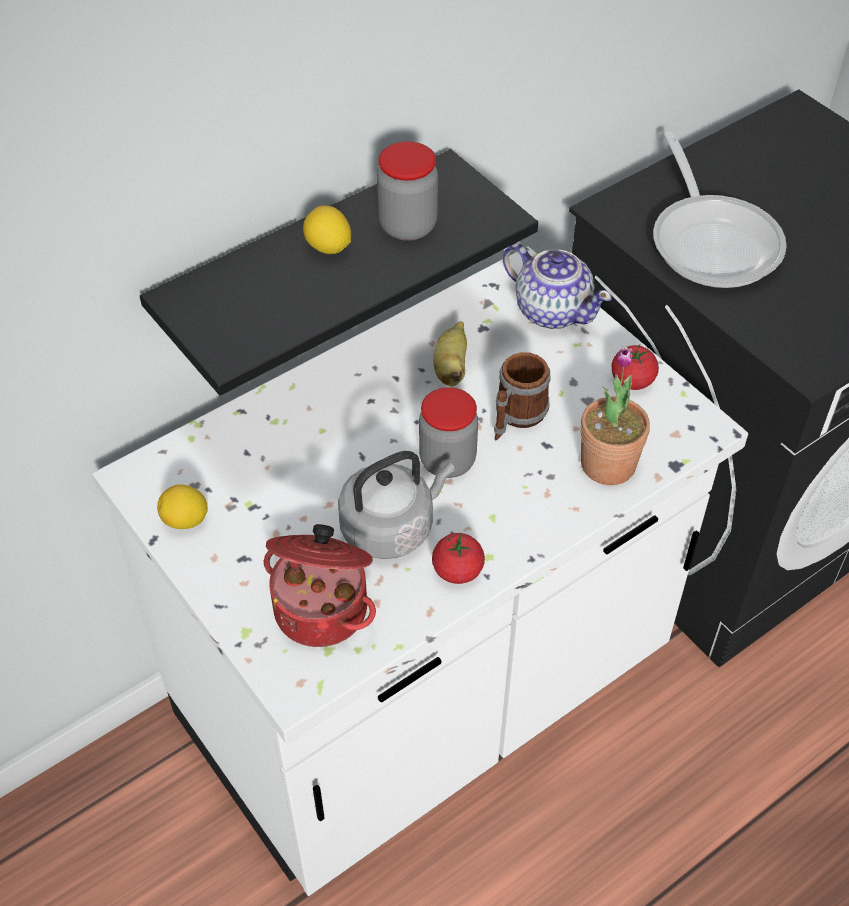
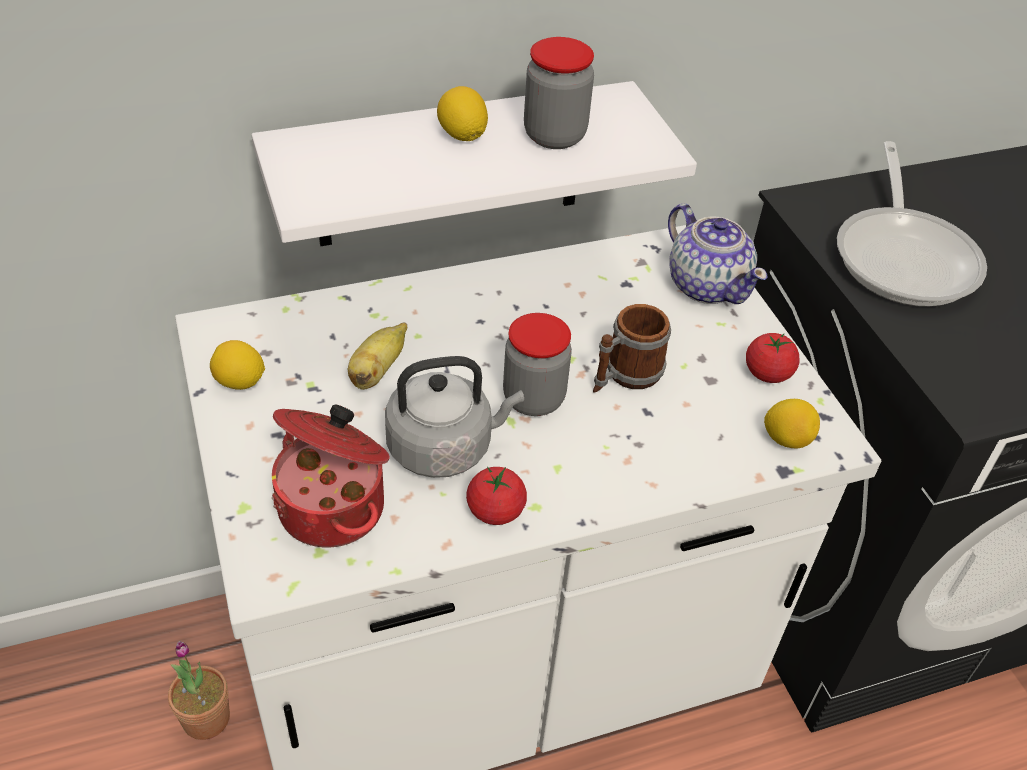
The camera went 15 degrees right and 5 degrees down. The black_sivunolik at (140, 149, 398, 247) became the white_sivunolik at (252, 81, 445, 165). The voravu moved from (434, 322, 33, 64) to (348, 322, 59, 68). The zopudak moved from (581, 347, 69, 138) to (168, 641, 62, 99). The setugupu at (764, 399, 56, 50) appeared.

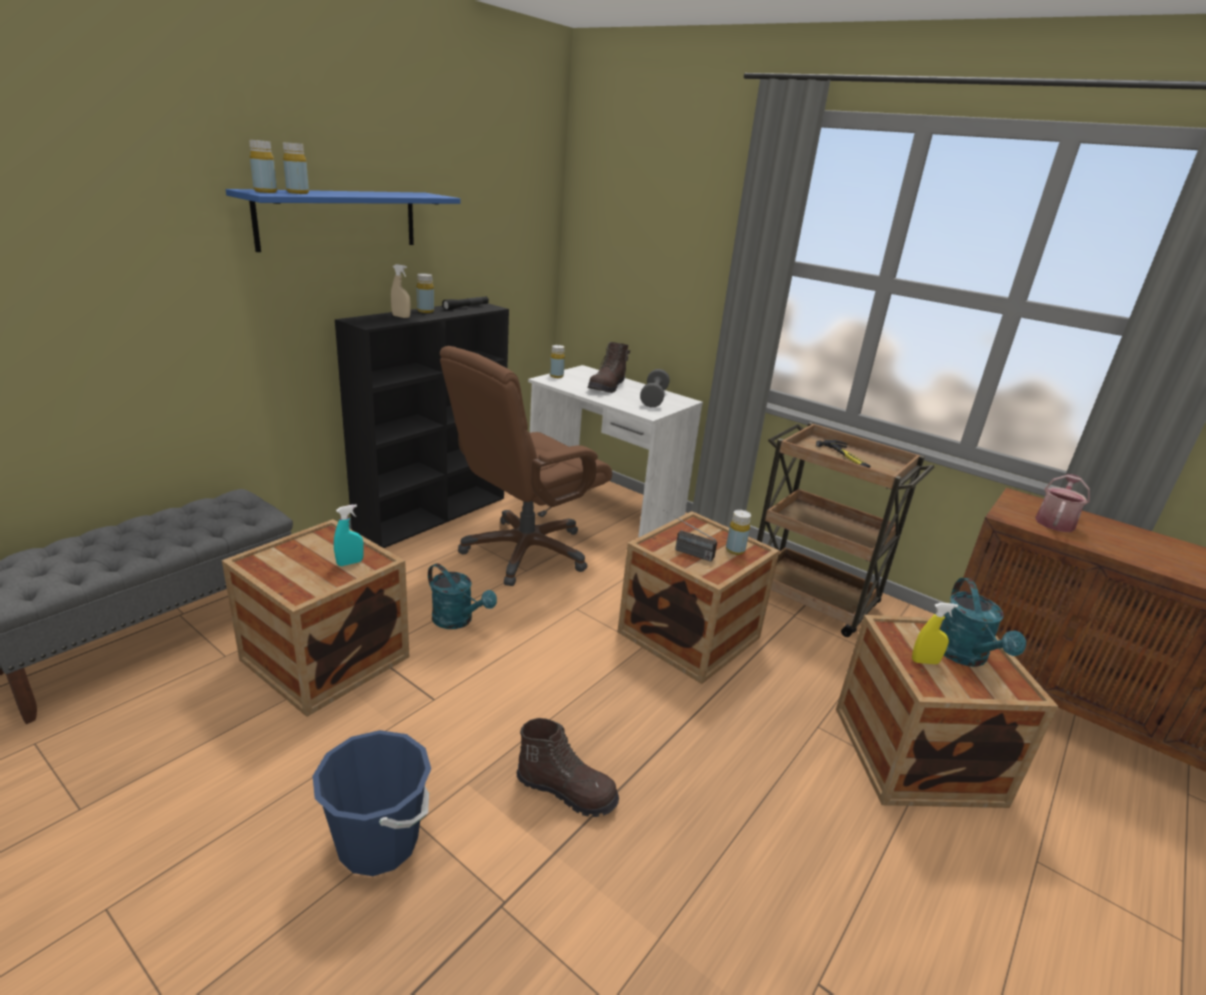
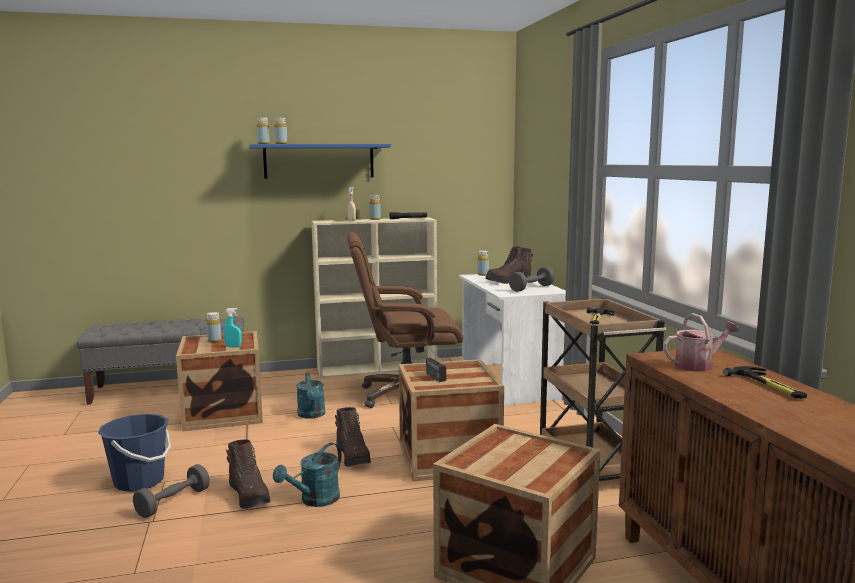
The camera went 40 degrees right and 15 degrees down. The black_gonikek at (335, 303, 174, 245) became the beige_gonikek at (311, 217, 126, 161). The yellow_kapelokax moved from (726, 510, 25, 45) to (206, 312, 15, 30). The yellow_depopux at (912, 603, 46, 61) disappeared. The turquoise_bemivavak moved from (940, 578, 86, 89) to (273, 443, 69, 64). The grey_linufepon at (133, 464, 77, 54) appeared. The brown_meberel at (335, 407, 36, 60) appeared. The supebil at (723, 366, 84, 33) appeared.

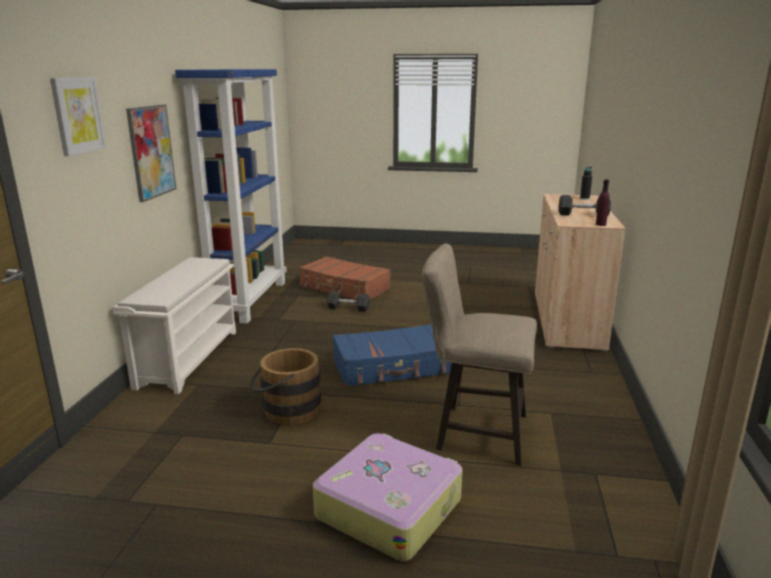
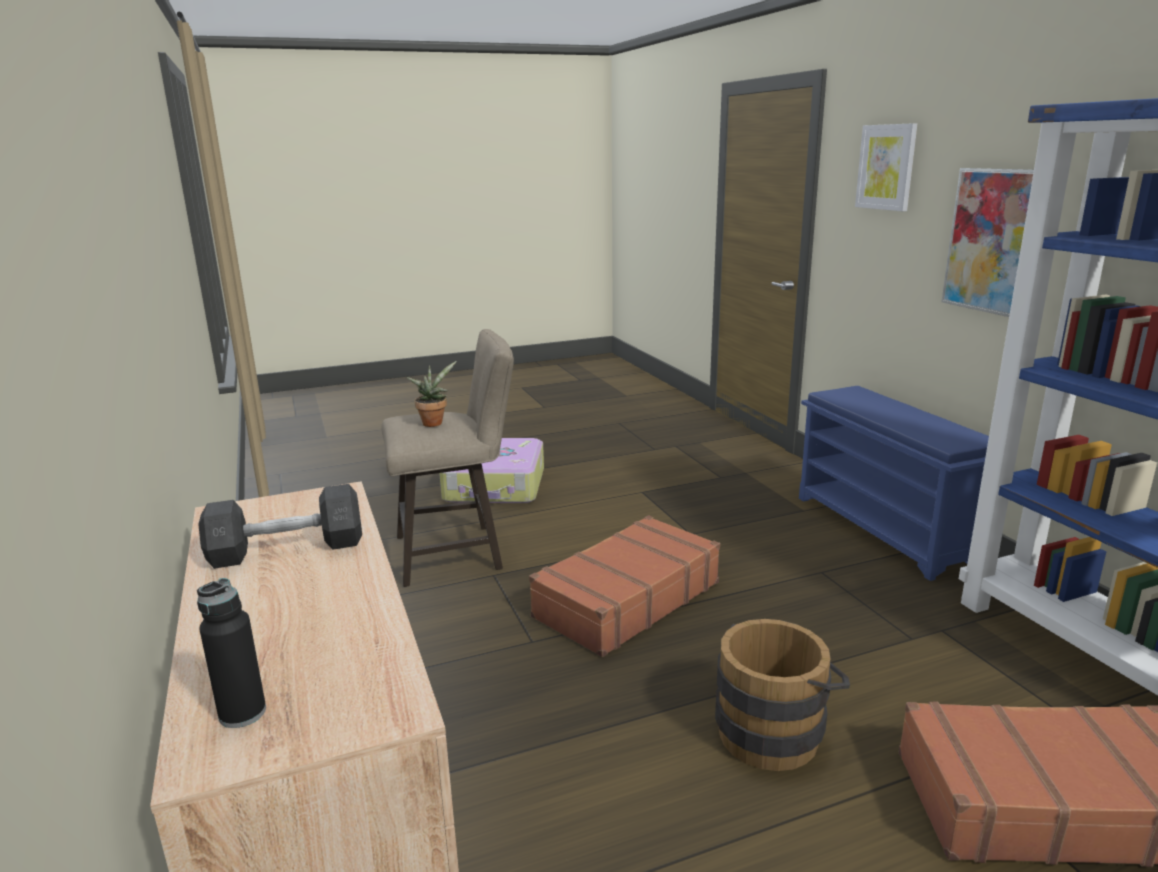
The camera went 150 degrees right and 0 degrees up. The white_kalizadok at (113, 257, 123, 137) became the blue_kalizadok at (799, 386, 190, 195). The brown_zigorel moved from (250, 348, 71, 77) to (715, 619, 135, 152). The grey_linufepon at (327, 291, 43, 21) disappeared. The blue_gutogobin at (333, 324, 119, 63) became the brown_gutogobin at (529, 516, 191, 141). The purple_kapelokax at (596, 179, 14, 47) disappeared. The zopudak at (407, 361, 50, 66) appeared.

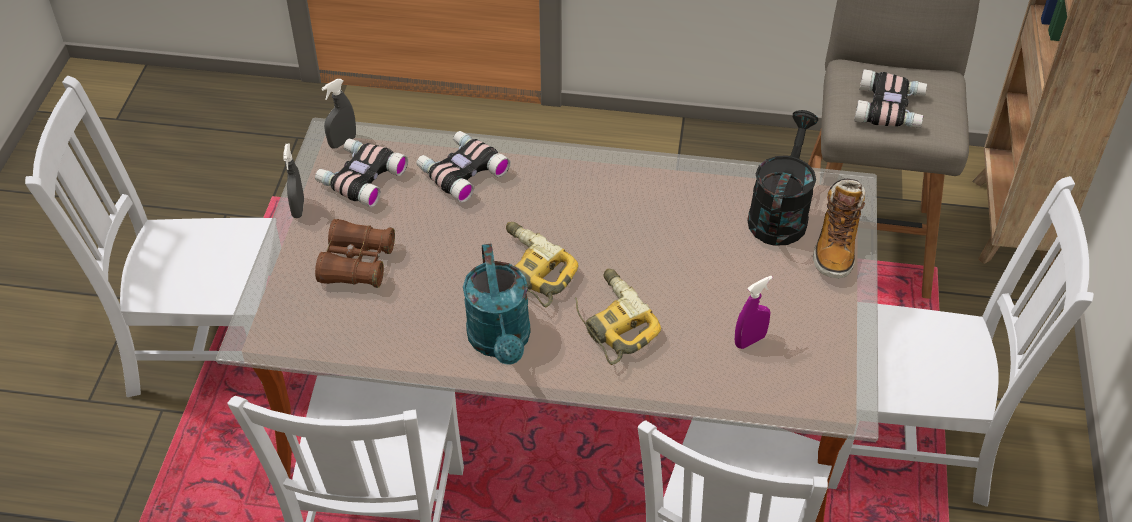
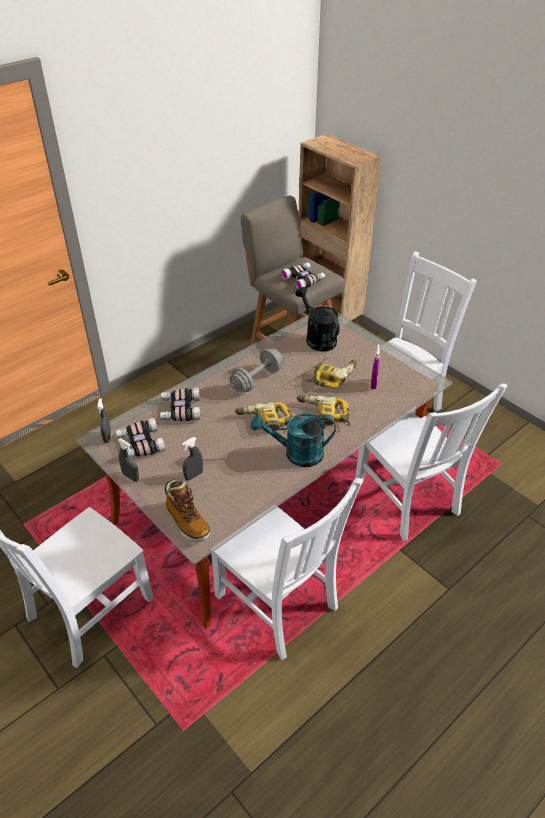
The camera went 50 degrees left and 5 degrees down. The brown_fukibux at (315, 219, 80, 69) was replaced by the grey_depopux at (182, 437, 21, 43). The turquoise_bemivavak at (463, 244, 68, 121) turned 150 degrees clockwise. The meberel moved from (813, 179, 52, 100) to (165, 479, 46, 63). The grey_linufepon at (230, 348, 53, 45) appeared. The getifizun at (303, 357, 54, 31) appeared.

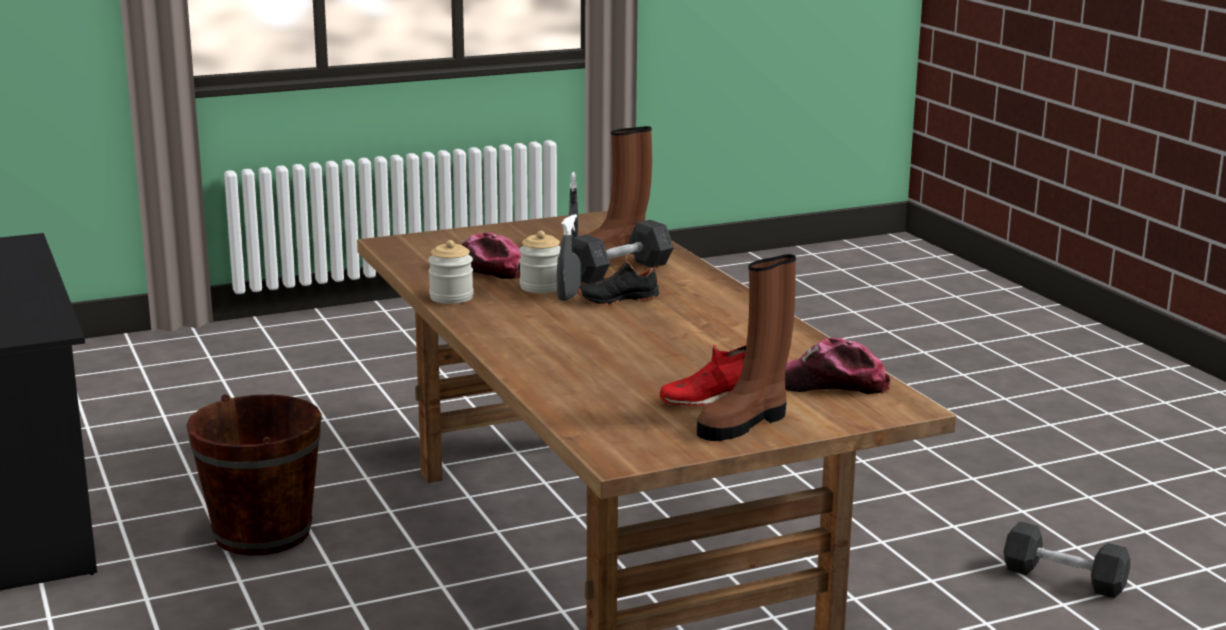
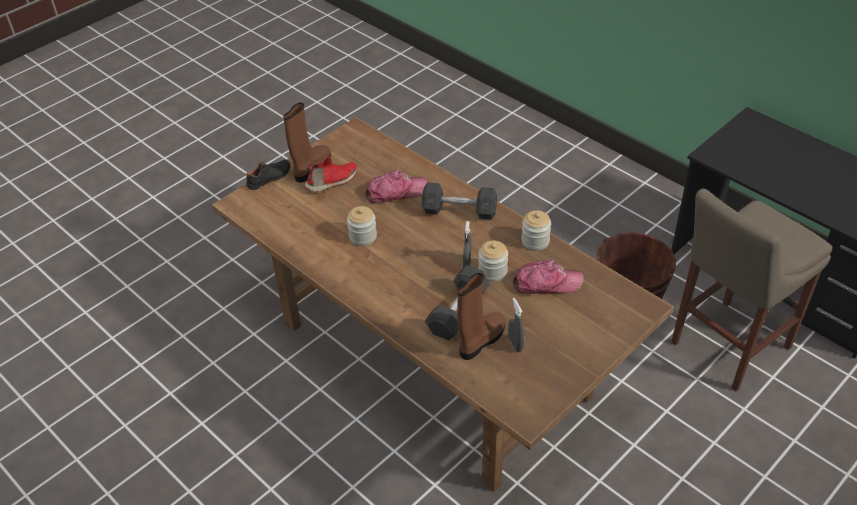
The camera went 160 degrees right and 25 degrees up. The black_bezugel moved from (577, 254, 83, 51) to (244, 160, 47, 30). The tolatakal moved from (785, 338, 106, 56) to (365, 170, 62, 33). The grey_linufepon moved from (1003, 521, 127, 77) to (422, 182, 75, 37). The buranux at (347, 206, 30, 40) appeared. The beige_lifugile at (671, 189, 161, 202) appeared.

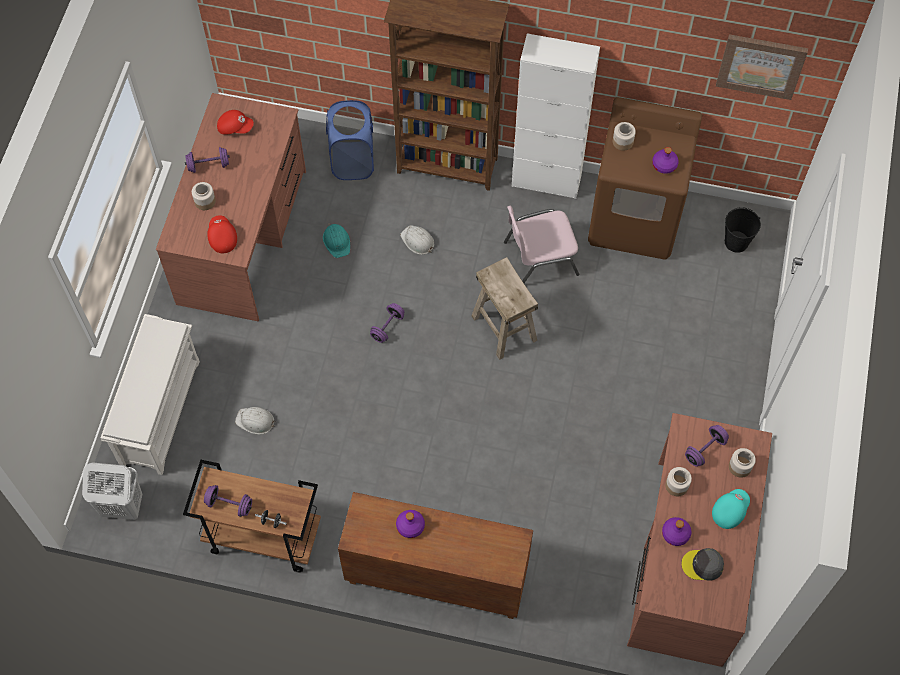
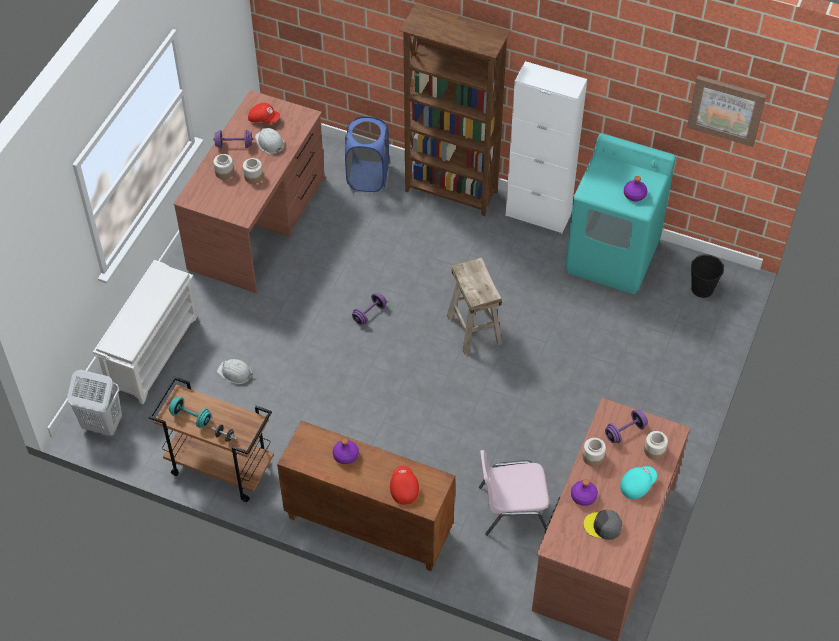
The camera went 10 degrees right and 10 degrees down. The purple_linufepon at (204, 485, 48, 32) became the turquoise_linufepon at (169, 397, 43, 31). The red_tolatakal moved from (207, 215, 30, 38) to (390, 466, 29, 39). The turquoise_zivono at (323, 224, 27, 34) disappeared. The white_zivono moved from (400, 225, 34, 30) to (255, 128, 30, 26). The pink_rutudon moved from (504, 206, 75, 77) to (479, 450, 70, 86). The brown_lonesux at (588, 97, 114, 163) became the turquoise_lonesux at (565, 133, 111, 161). The buranux moved from (613, 122, 23, 29) to (243, 158, 20, 26).

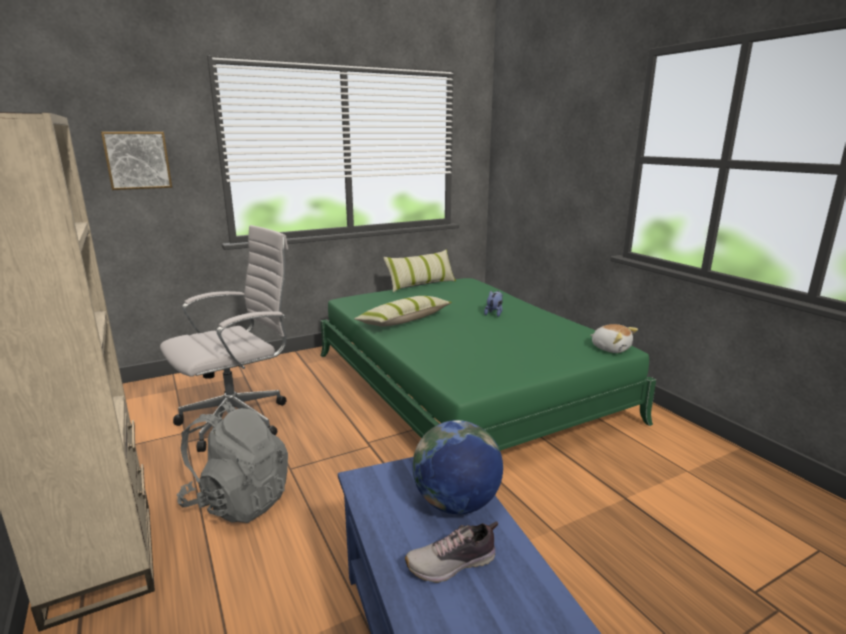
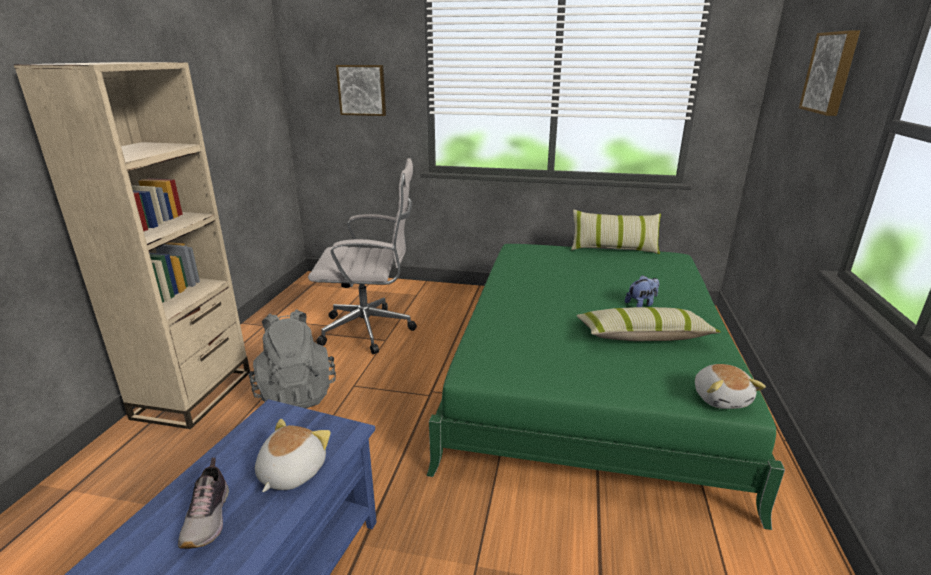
The camera went 40 degrees right and 5 degrees up. The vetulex moved from (354, 296, 98, 31) to (576, 307, 145, 34). The bezugel at (405, 521, 93, 62) turned 120 degrees counterclockwise. The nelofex at (413, 420, 90, 94) was replaced by the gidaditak at (255, 419, 76, 73). The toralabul at (799, 30, 61, 86) appeared.

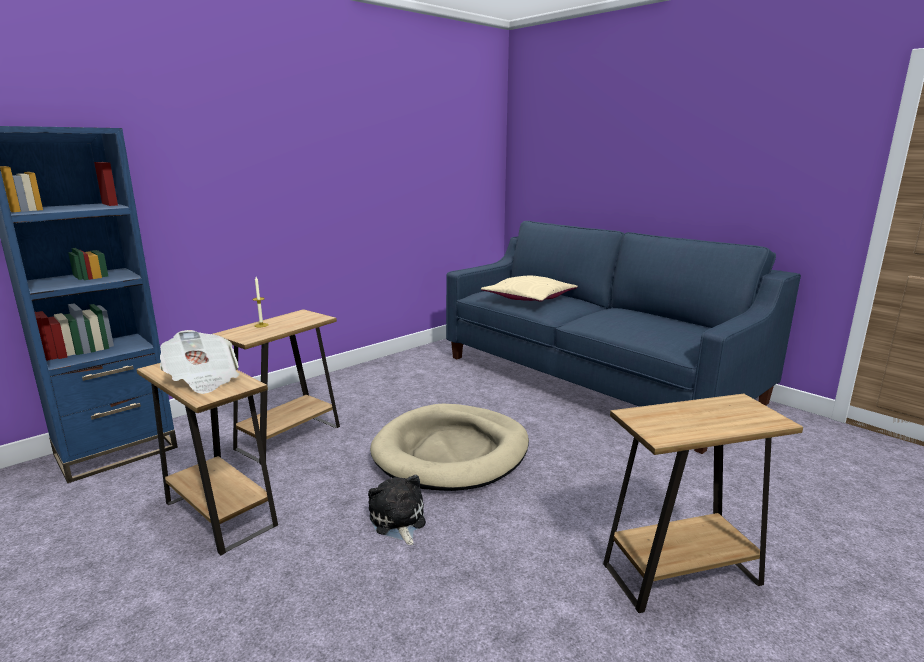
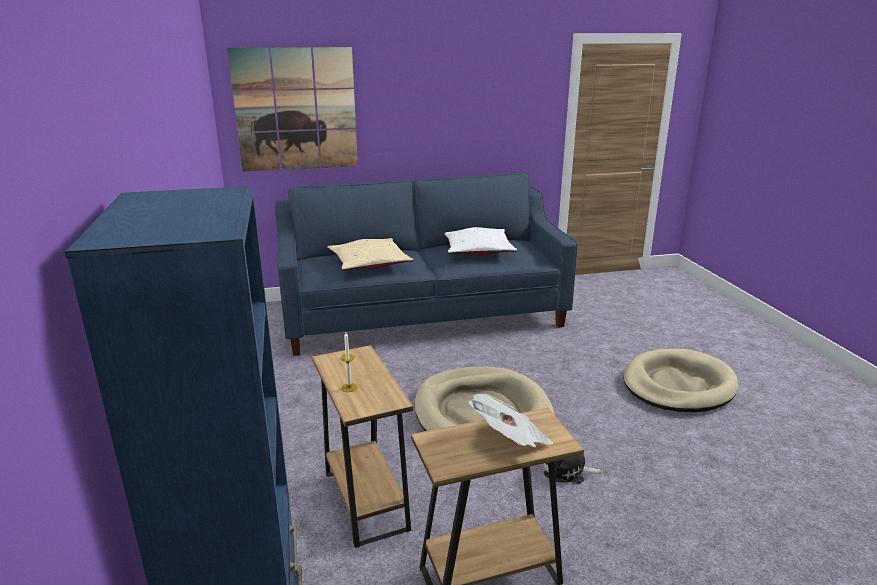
The camera went 60 degrees left and 5 degrees up. The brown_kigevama at (603, 394, 200, 219) was replaced by the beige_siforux at (623, 349, 116, 63). The toralabul at (227, 47, 131, 125) appeared. The white_vetulex at (444, 227, 73, 28) appeared.

